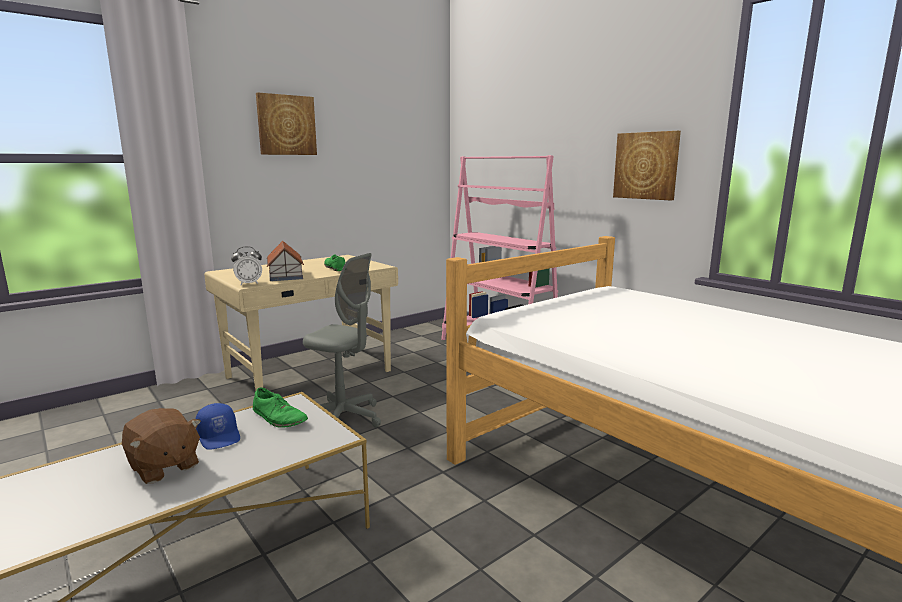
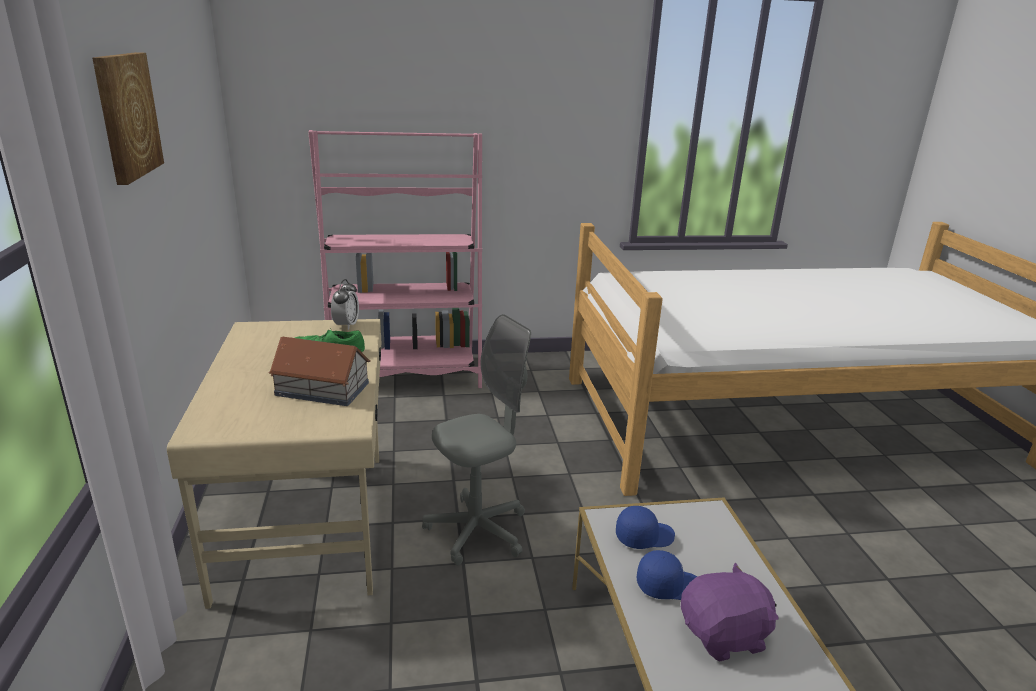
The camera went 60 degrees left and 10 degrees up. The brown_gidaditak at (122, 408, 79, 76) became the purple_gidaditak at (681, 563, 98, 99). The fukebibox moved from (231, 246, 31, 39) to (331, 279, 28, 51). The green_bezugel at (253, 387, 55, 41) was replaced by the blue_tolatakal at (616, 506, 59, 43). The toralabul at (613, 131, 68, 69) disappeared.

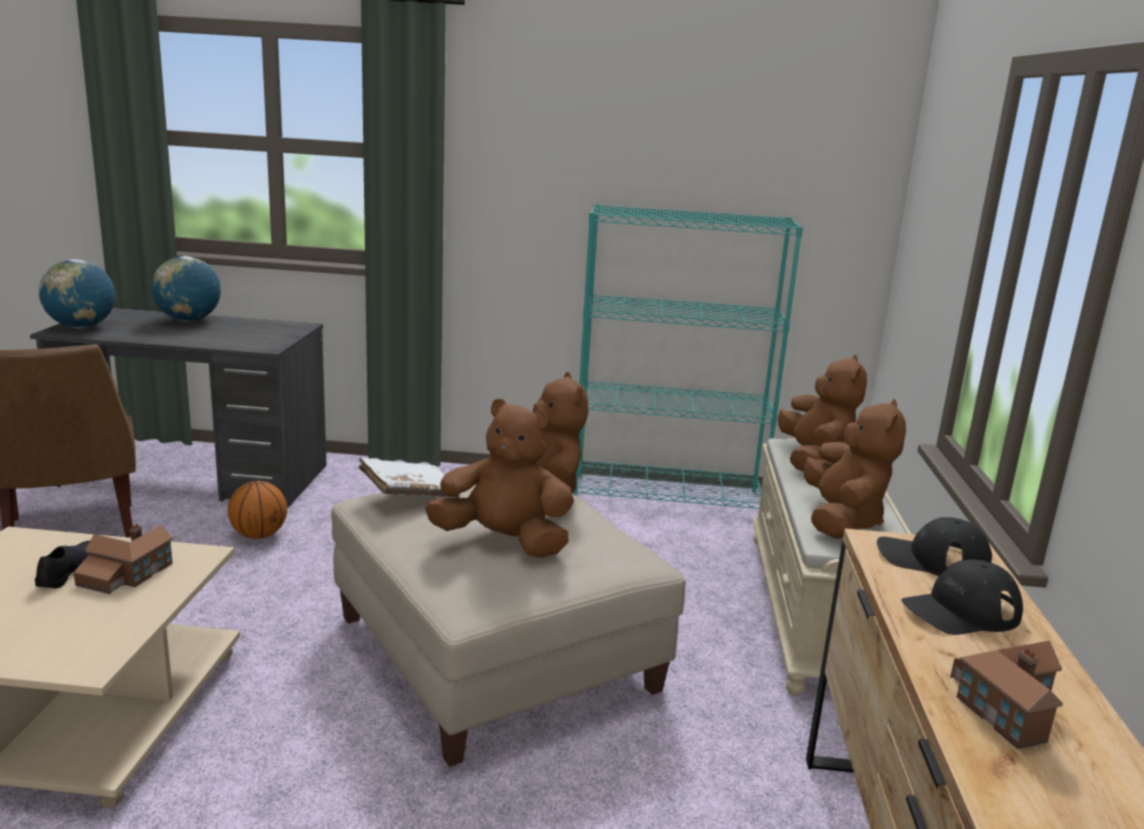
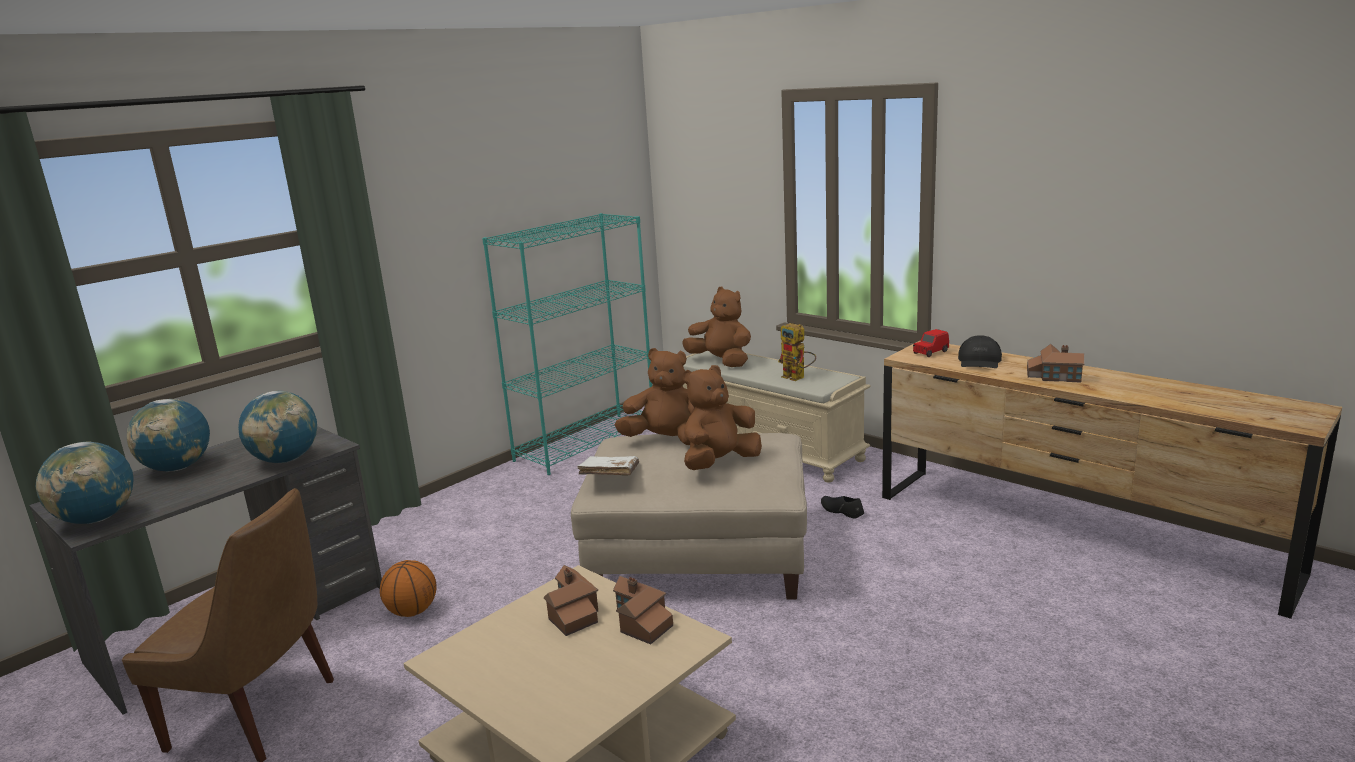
The camera went 50 degrees left and 0 degrees up. The black_bezugel moved from (35, 541, 55, 47) to (821, 496, 43, 22). The brown_gidaditak at (804, 399, 102, 140) was replaced by the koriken at (778, 323, 38, 58). The black_tolatakal at (877, 517, 115, 59) was replaced by the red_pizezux at (913, 329, 36, 28). The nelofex at (238, 391, 79, 72) appeared. The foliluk at (613, 576, 60, 69) appeared.

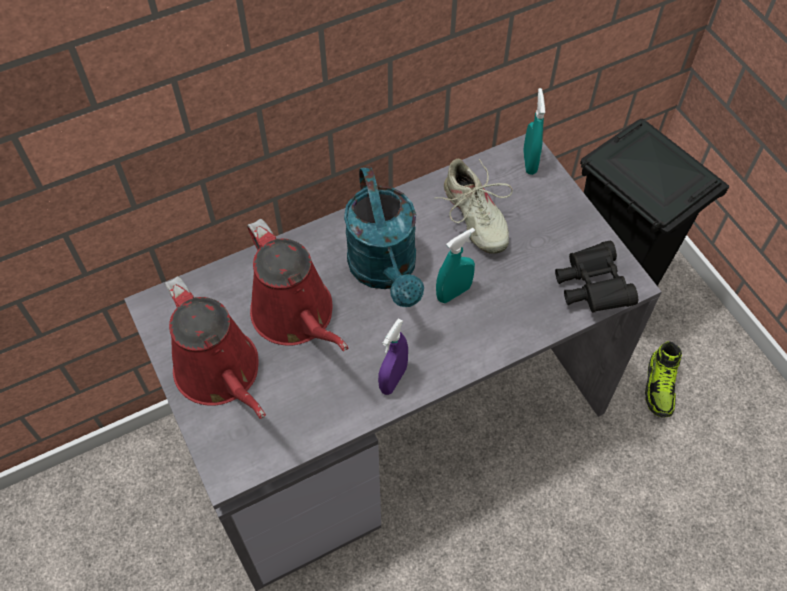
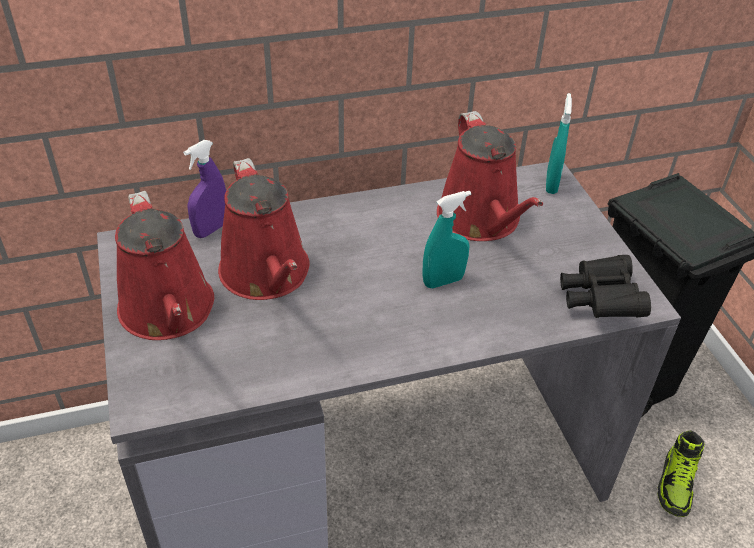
The camera went 10 degrees right and 15 degrees down. The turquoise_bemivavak at (344, 166, 80, 141) disappeared. The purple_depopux moved from (378, 318, 30, 77) to (183, 140, 43, 98). The beige_bezugel at (434, 159, 79, 95) was replaced by the red_bemivavak at (437, 111, 106, 130).

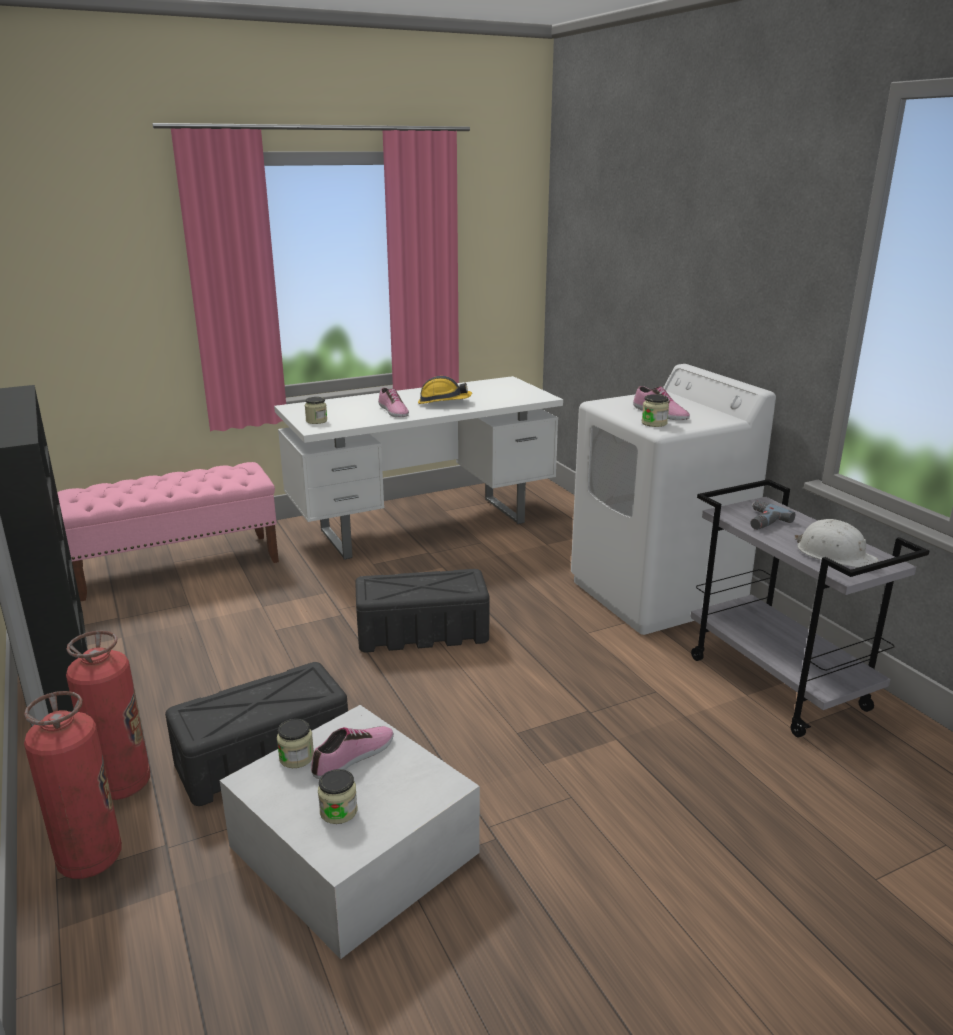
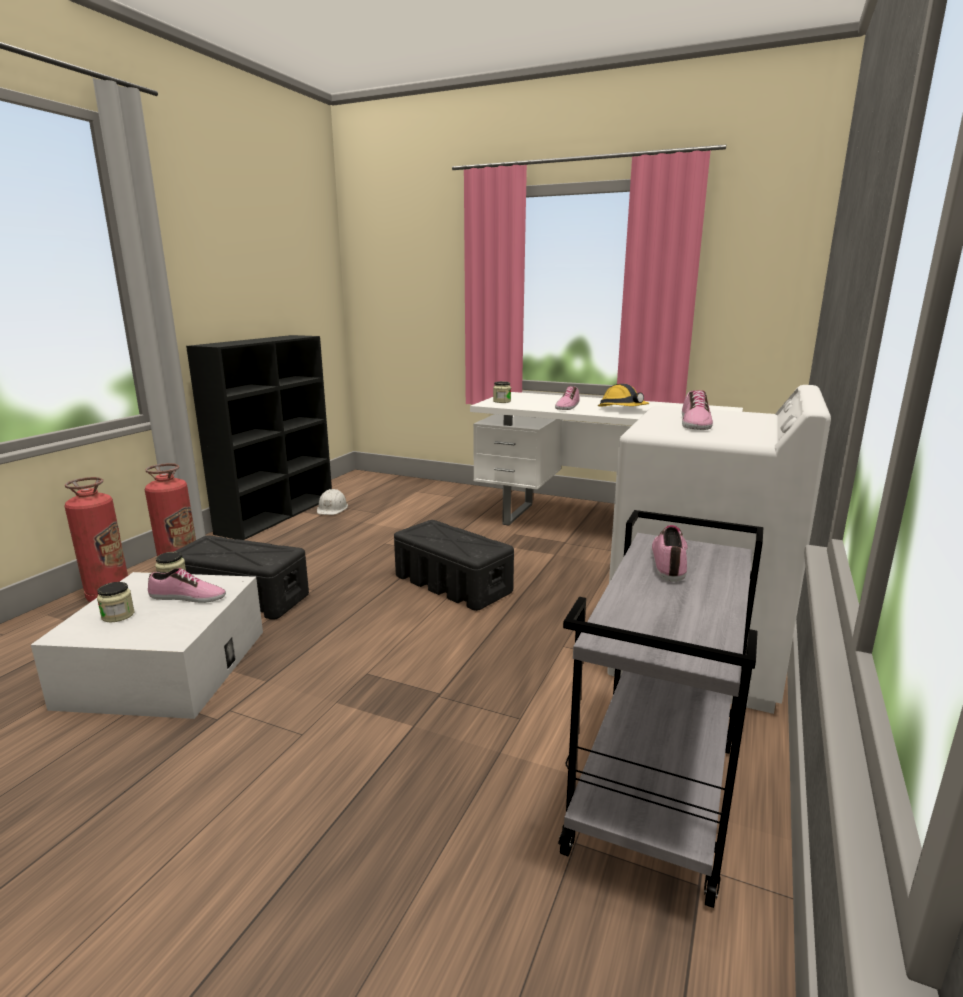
The camera went 50 degrees right and 5 degrees down. The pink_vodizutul at (57, 462, 222, 140) disappeared. The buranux at (642, 394, 27, 33) disappeared. The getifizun at (750, 501, 46, 29) was replaced by the bezugel at (652, 525, 36, 57). The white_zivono moved from (794, 519, 85, 49) to (317, 489, 31, 26).

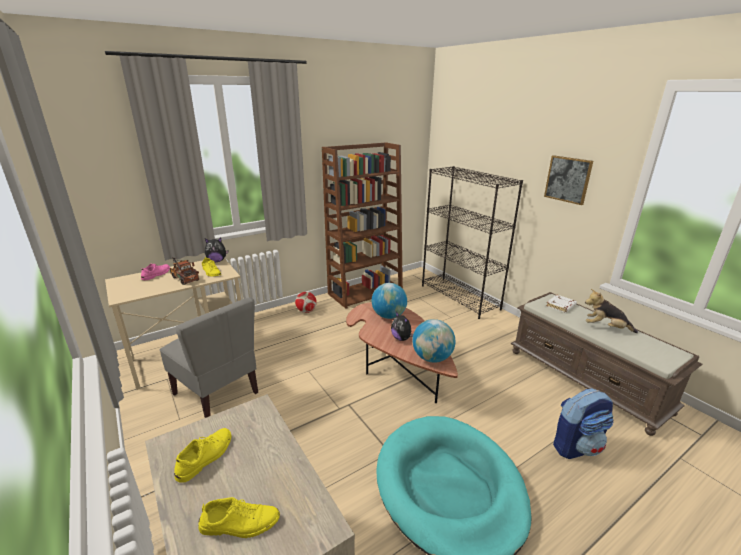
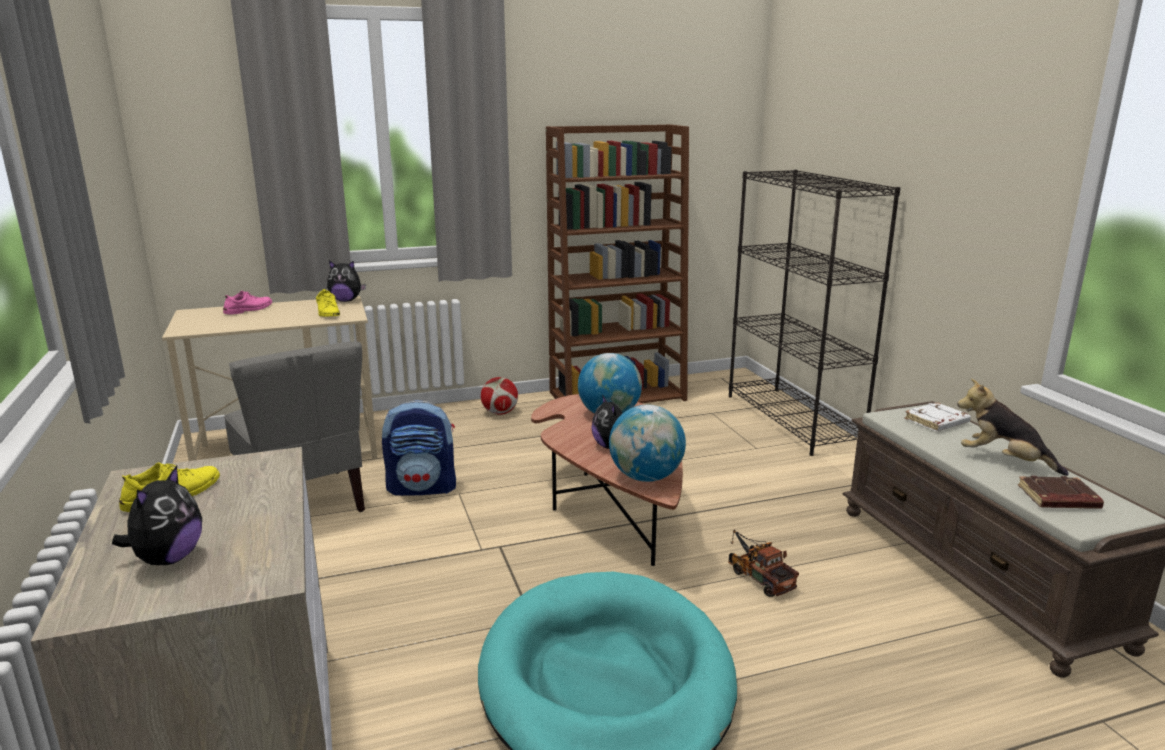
The camera went 15 degrees right and 5 degrees down. The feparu moved from (170, 257, 29, 28) to (728, 530, 71, 67). The yellow_bezugel at (198, 497, 82, 41) was replaced by the gidaditak at (112, 466, 90, 99). The toralabul at (544, 155, 49, 50) disappeared. The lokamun moved from (553, 388, 61, 71) to (382, 400, 74, 96). The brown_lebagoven at (1018, 476, 86, 33) appeared.

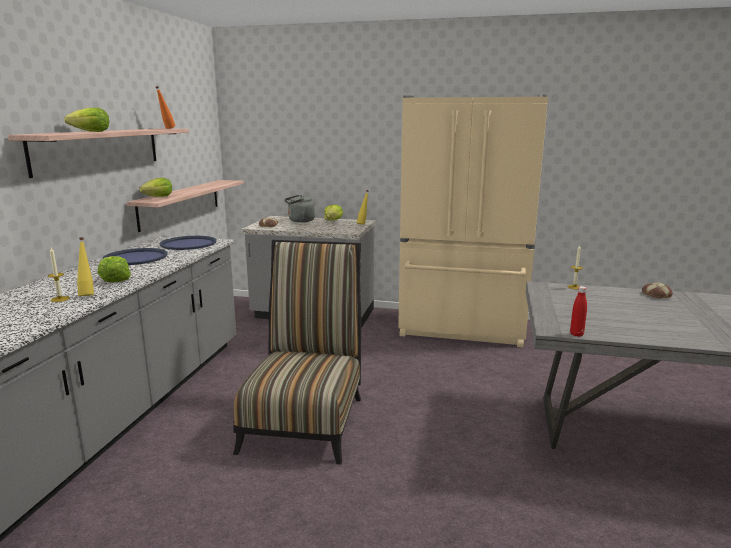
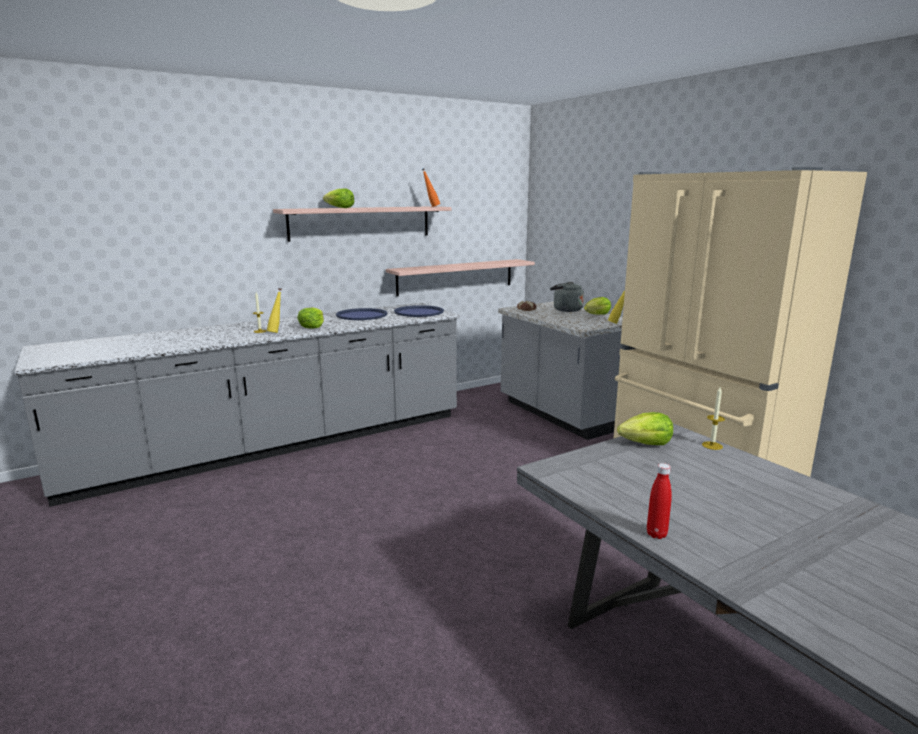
The camera went 45 degrees right and 0 degrees up. The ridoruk moved from (139, 178, 33, 19) to (617, 412, 56, 33). The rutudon at (233, 240, 128, 225) disappeared. The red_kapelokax moved from (570, 286, 17, 51) to (647, 463, 25, 76). The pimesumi at (642, 282, 31, 16) disappeared.

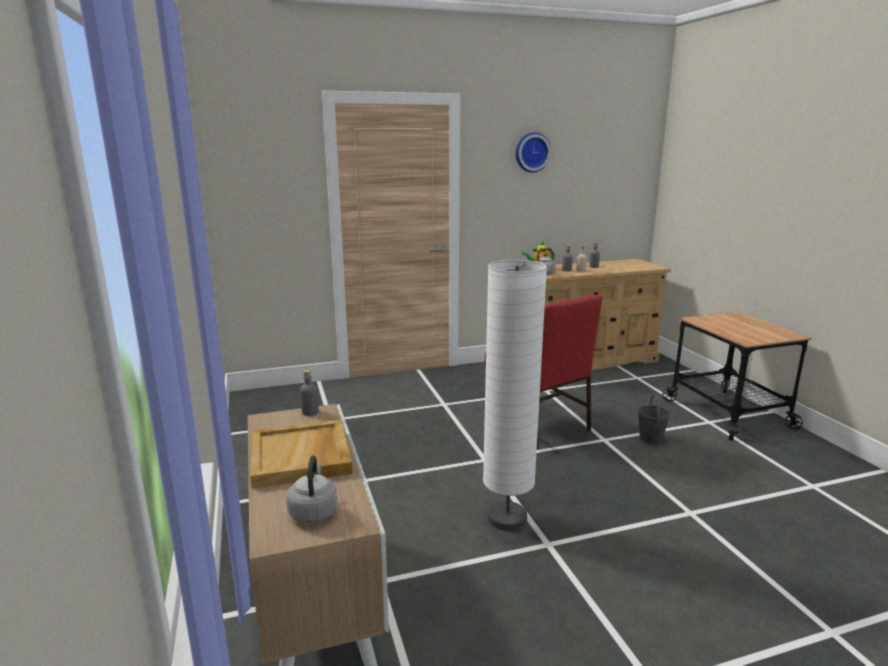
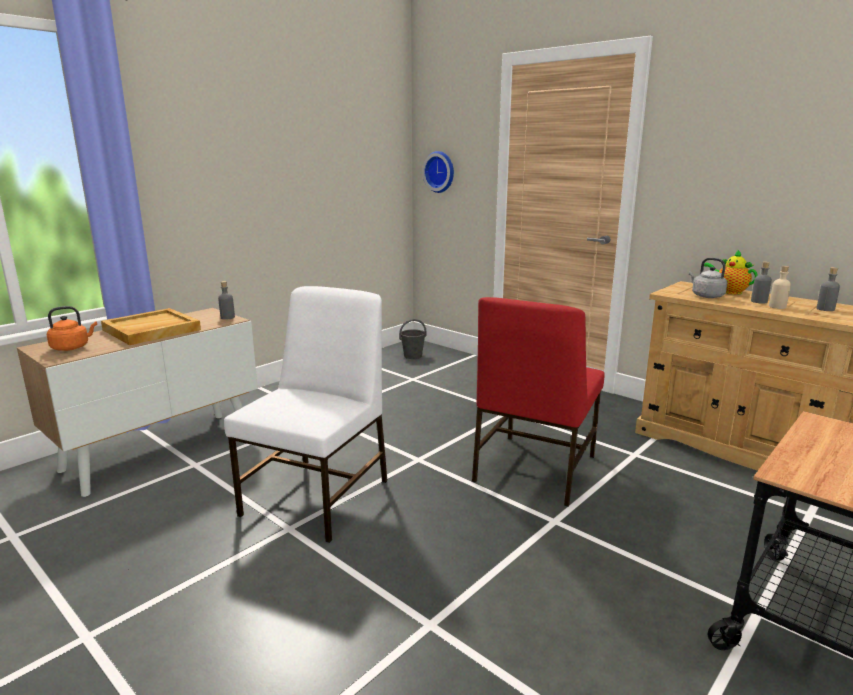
The camera went 60 degrees right and 0 degrees up. The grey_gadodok at (286, 455, 52, 68) became the orange_gadodok at (47, 306, 50, 45). The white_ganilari at (483, 260, 64, 271) was replaced by the white_rutudon at (224, 286, 163, 257). The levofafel moved from (516, 132, 35, 41) to (422, 151, 32, 42). The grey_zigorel moved from (638, 394, 33, 50) to (399, 319, 28, 40).

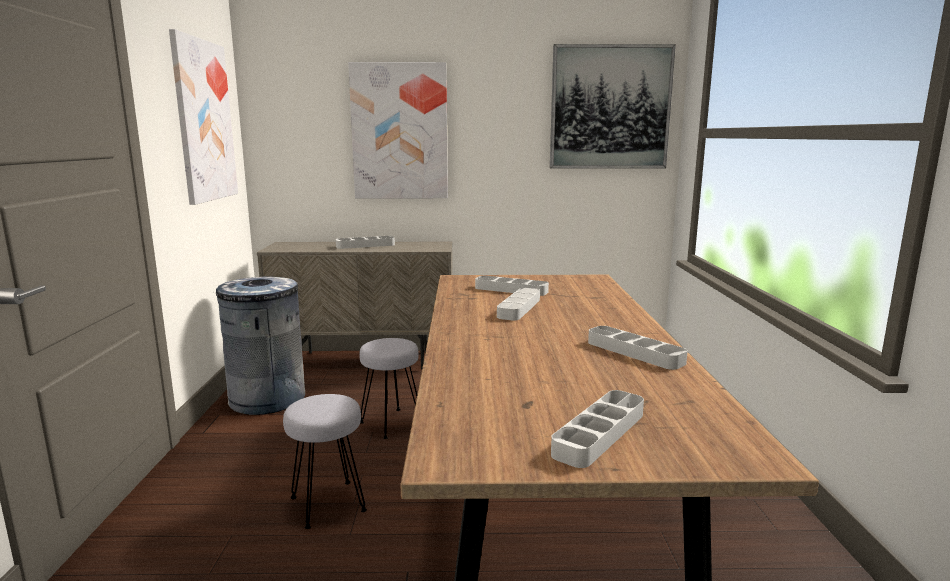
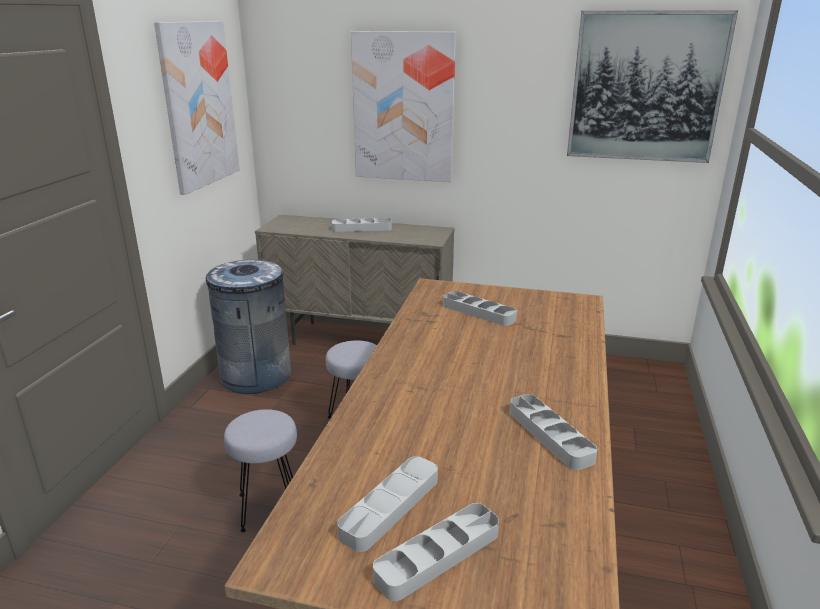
The camera went 15 degrees right and 10 degrees up. The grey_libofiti moved from (497, 288, 43, 33) to (337, 456, 101, 96).

